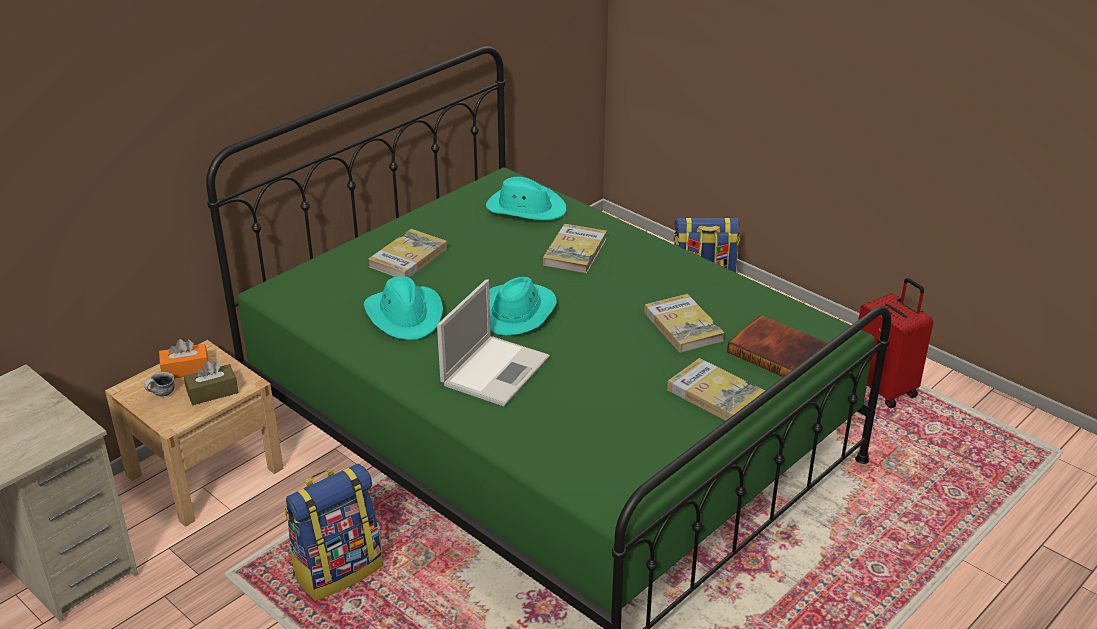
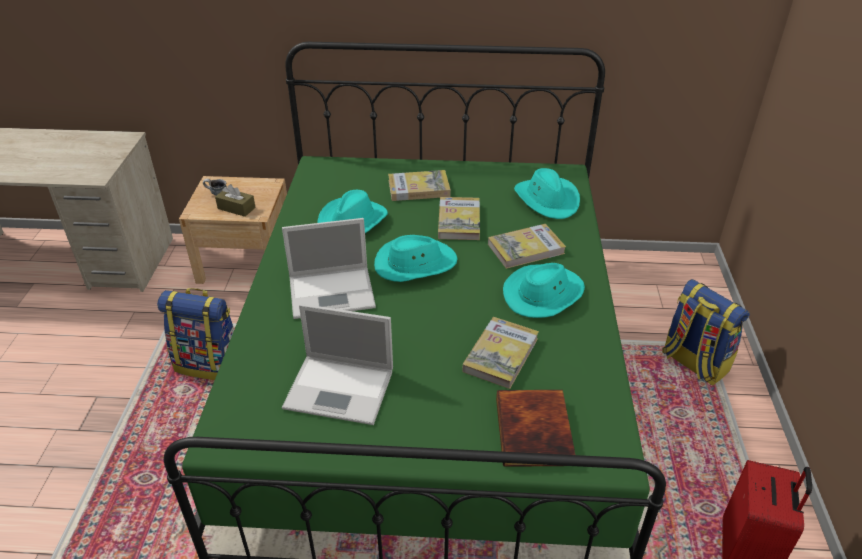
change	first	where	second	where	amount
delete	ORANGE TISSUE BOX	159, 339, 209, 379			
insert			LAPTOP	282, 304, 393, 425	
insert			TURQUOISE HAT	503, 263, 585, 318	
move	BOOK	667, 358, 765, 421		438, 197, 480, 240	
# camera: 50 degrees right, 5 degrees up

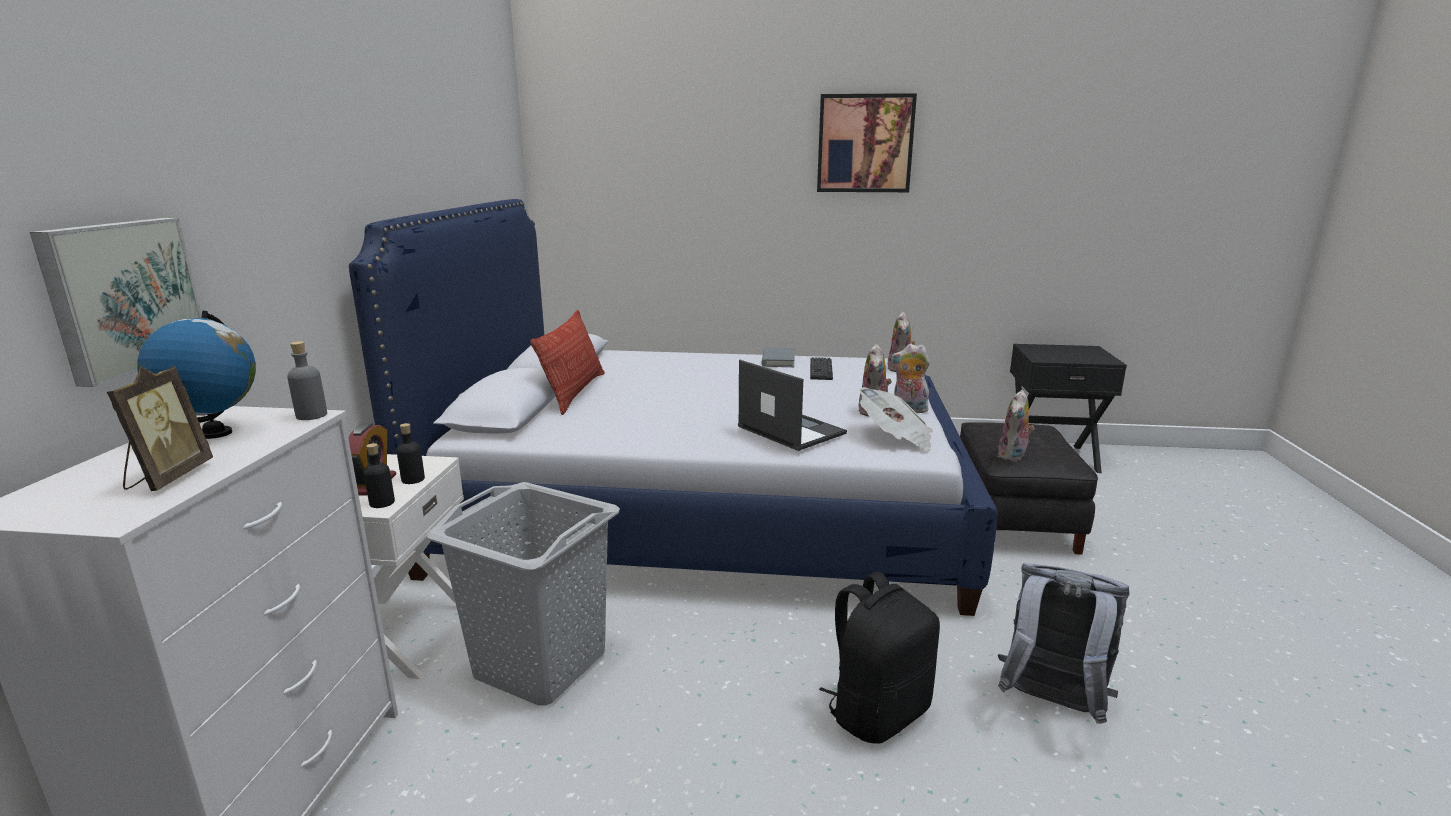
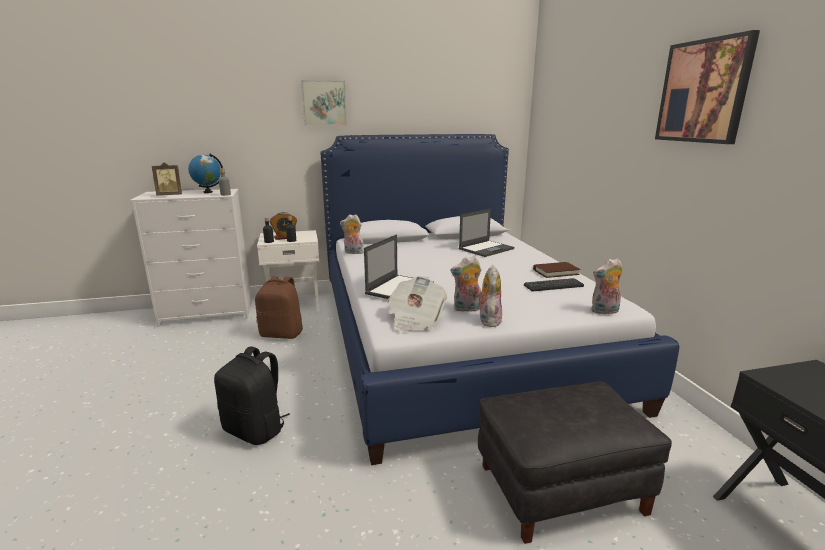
change	first	where	second	where	amount
delete	PILLOW	530, 310, 605, 415			
delete	GREY BACKPACK	998, 563, 1129, 724			
insert			LAPTOP	459, 209, 514, 257	
move	PICTURE	30, 218, 202, 387		301, 80, 347, 126	
move	PLUSH TOY	998, 390, 1035, 462		340, 214, 364, 254	
replace	GREY LAUNDRY BASKET	426, 482, 620, 706	BROWN BACKPACK	255, 276, 303, 339	
recolor	GREY BOOK	762, 347, 795, 367	BROWN BOOK	533, 262, 580, 278	
# camera: 70 degrees right, 0 degrees up

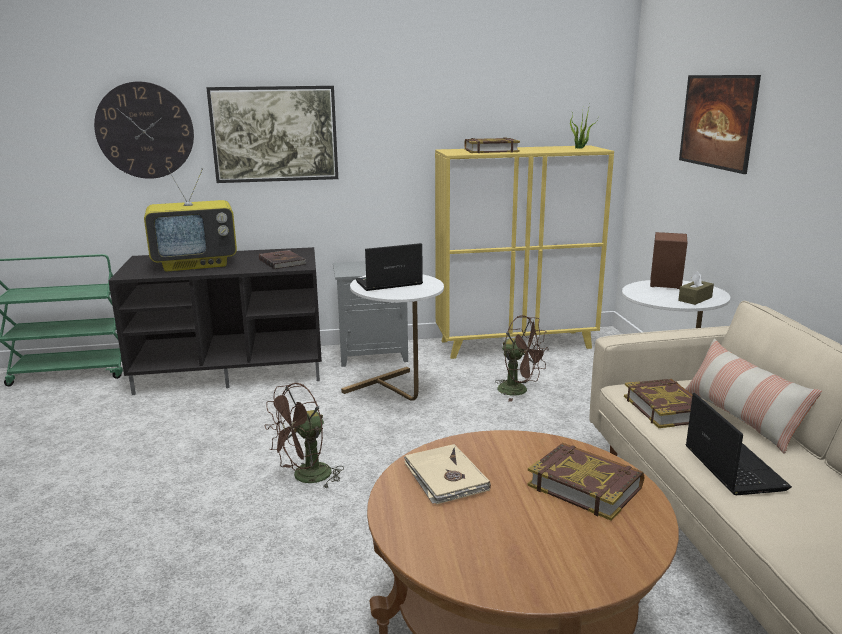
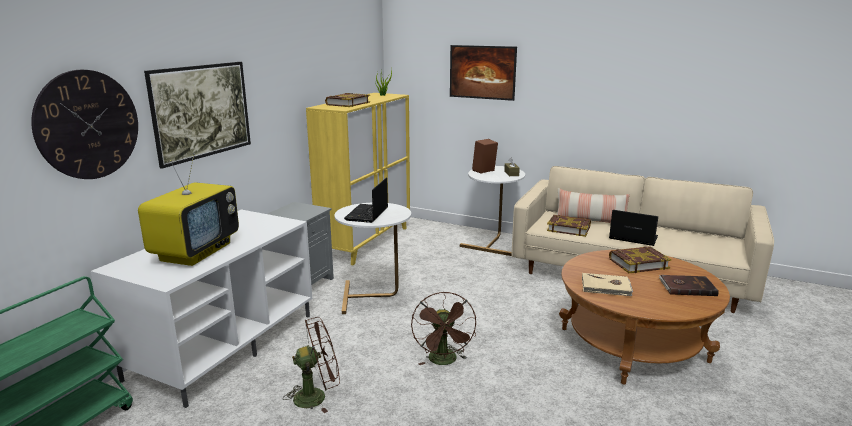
change	first	where	second	where	amount
move	BROWN BOOK	259, 250, 305, 269		659, 275, 719, 296	
move	BROWN FAN	495, 315, 549, 402		283, 317, 340, 413	
recolor	BLACK TV STAND	109, 247, 322, 395	WHITE TV STAND	91, 209, 312, 408	
# camera: 55 degrees left, 0 degrees up

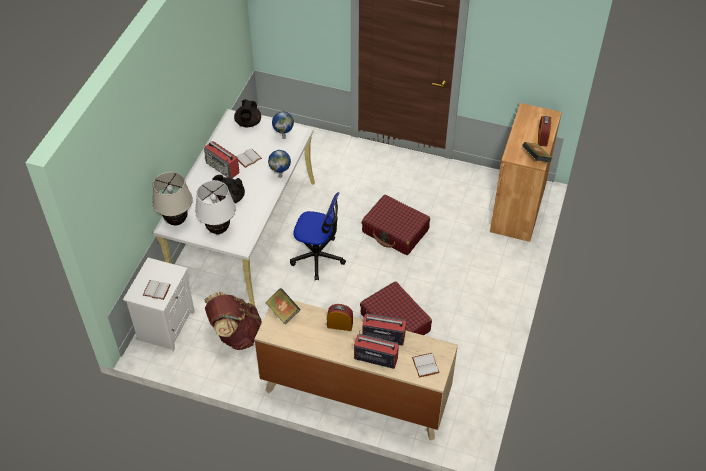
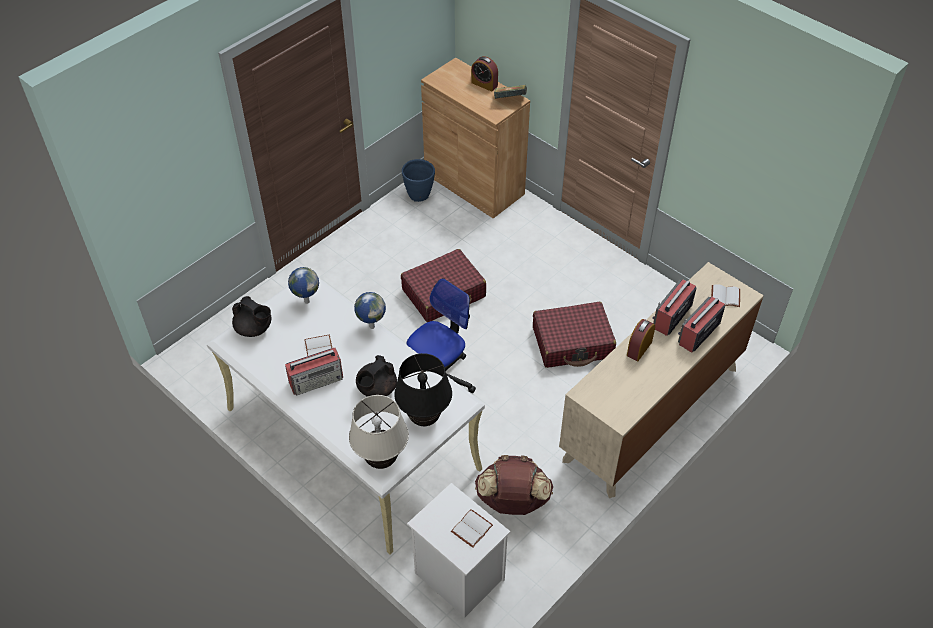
change	first	where	second	where	amount
delete	BOOK	265, 288, 301, 324			
insert			BLUE PLANTER	402, 159, 435, 202	
recolor	WHITE TABLE LAMP	195, 180, 236, 234	BLACK TABLE LAMP	394, 353, 452, 426	
# camera: 65 degrees left, 0 degrees up

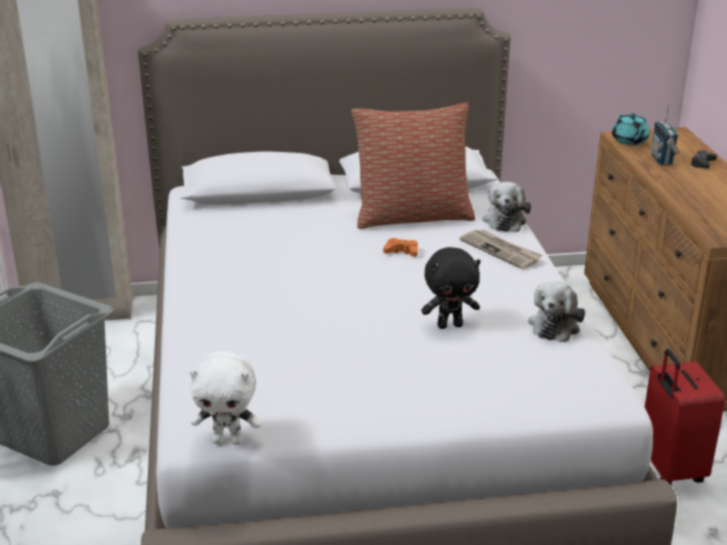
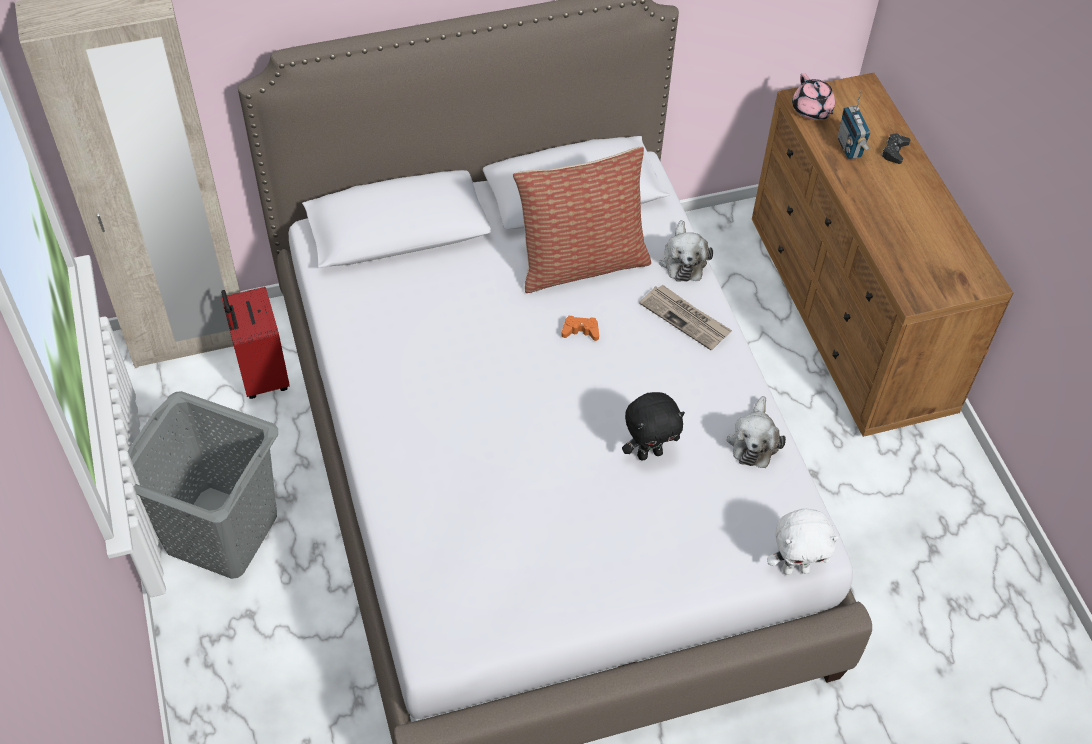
change	first	where	second	where	amount
move	WHITE PLUSH TOY	189, 351, 261, 445		767, 508, 839, 575	
move	RED SUITCASE	645, 349, 725, 485		221, 287, 290, 399	
recolor	TURQUOISE TEAPOT	612, 113, 650, 145	PINK TEAPOT	792, 73, 835, 119	
# camera: 10 degrees left, 25 degrees up

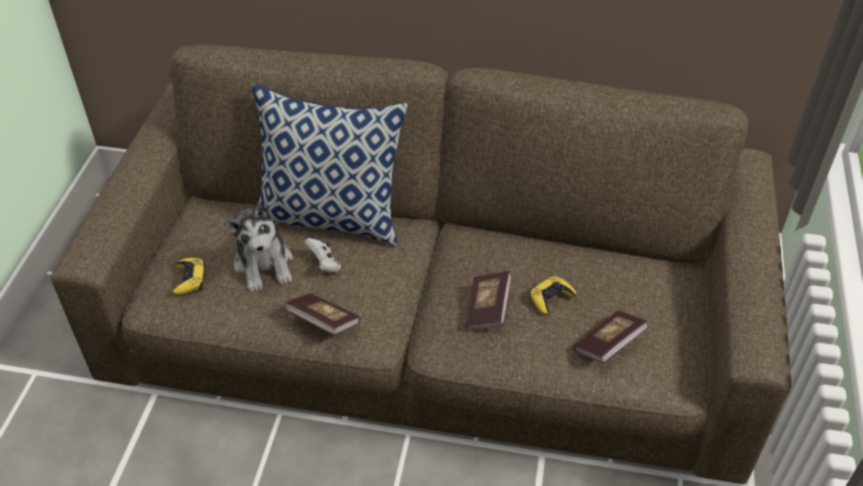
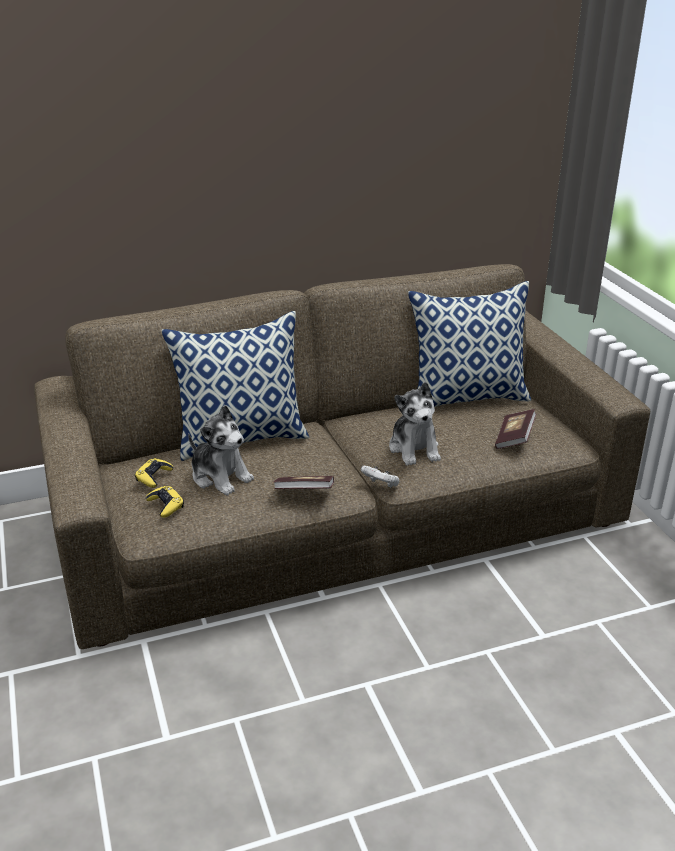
change	first	where	second	where	amount
insert			PILLOW	408, 281, 531, 407	
move	WHITE GAME CONTROLLER	304, 238, 341, 273		361, 465, 399, 488	
move	YELLOW GAME CONTROLLER	530, 276, 576, 315		135, 458, 173, 488	
replace	BOOK	465, 271, 512, 331	PLUSH TOY	389, 382, 441, 466	
# camera: 30 degrees left, 15 degrees down

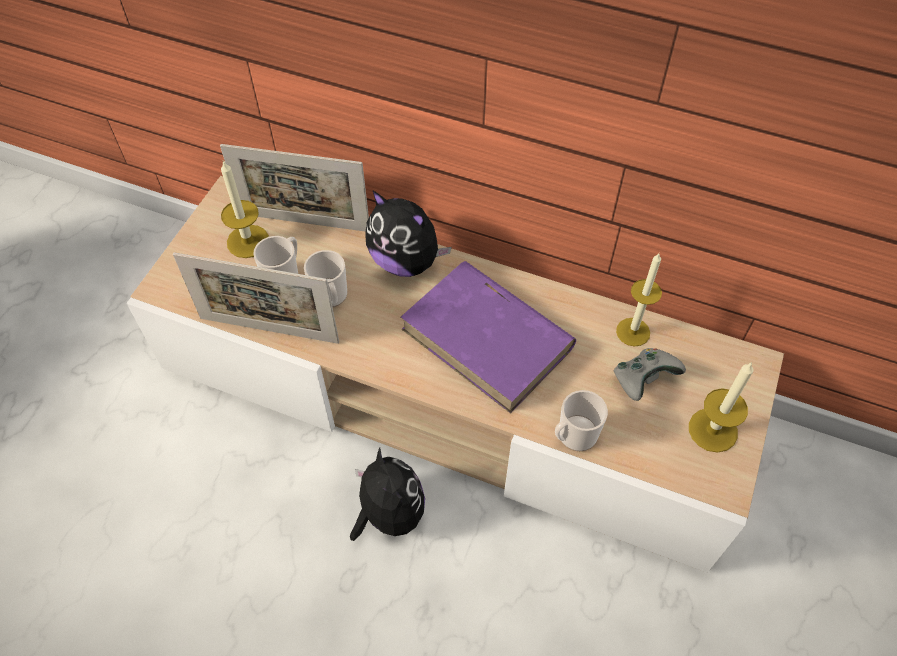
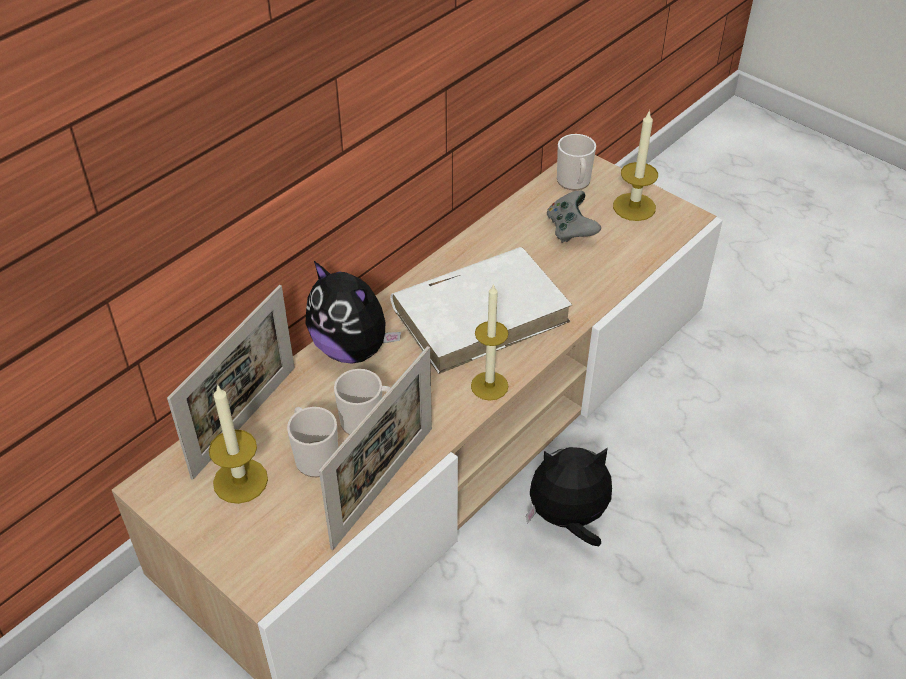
change	first	where	second	where	amount
move	MUG	555, 390, 608, 451		557, 134, 596, 191	
move	CANDLE	616, 253, 662, 347		471, 284, 509, 401	
recolor	PURPLE BOOK	401, 261, 576, 414	WHITE BOOK	390, 247, 572, 374	
rotate	PLUSH TOY	365, 190, 452, 277		305, 261, 401, 364	75 degrees clockwise
# camera: 70 degrees left, 10 degrees down

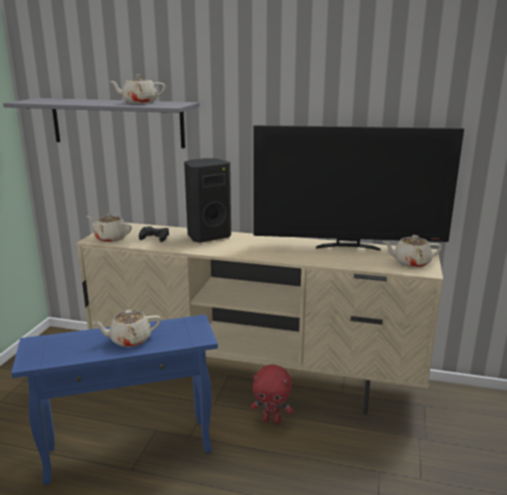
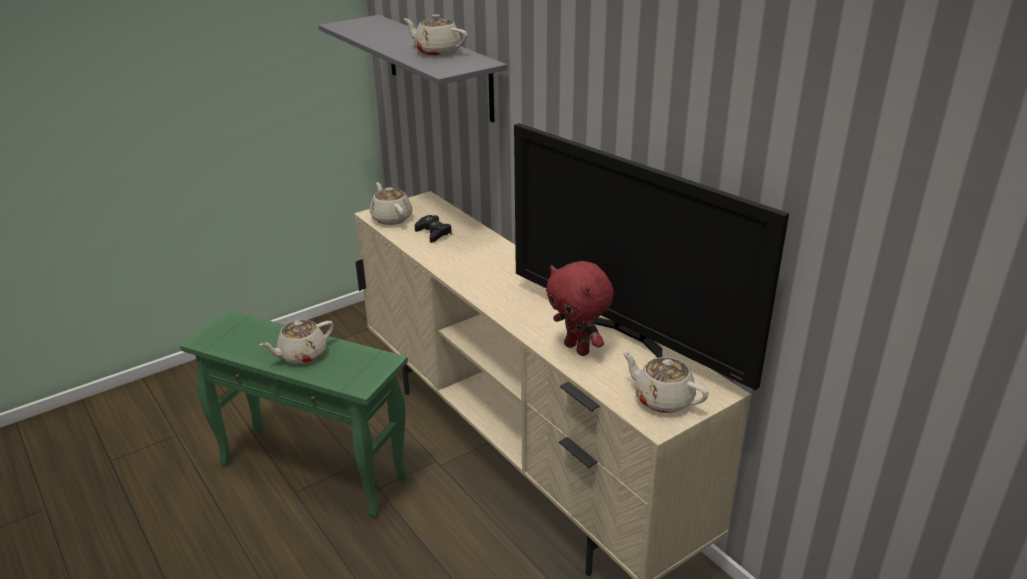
change	first	where	second	where	amount
delete	BLACK SPEAKER	184, 158, 231, 243			
move	RED PLUSH TOY	251, 364, 293, 424		546, 261, 614, 356	
recolor	BLUE SIDE TABLE	11, 314, 218, 485	GREEN SIDE TABLE	180, 310, 408, 518	
rotate	BEIGE TEAPOT	92, 310, 161, 347		259, 320, 334, 364	60 degrees counterclockwise
# camera: 40 degrees right, 10 degrees up

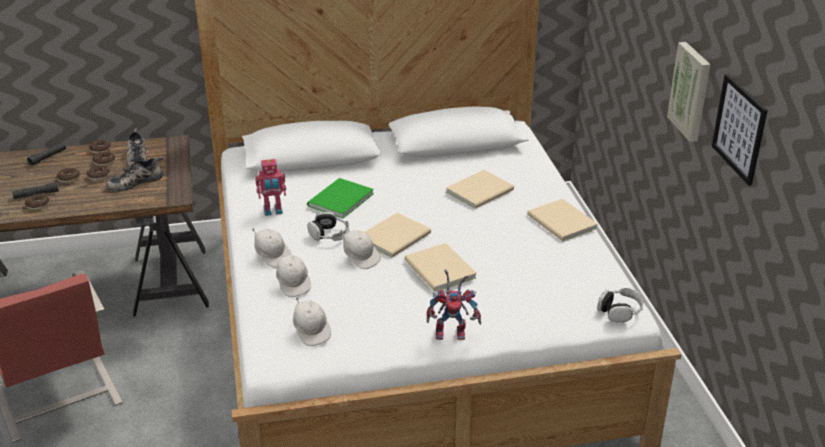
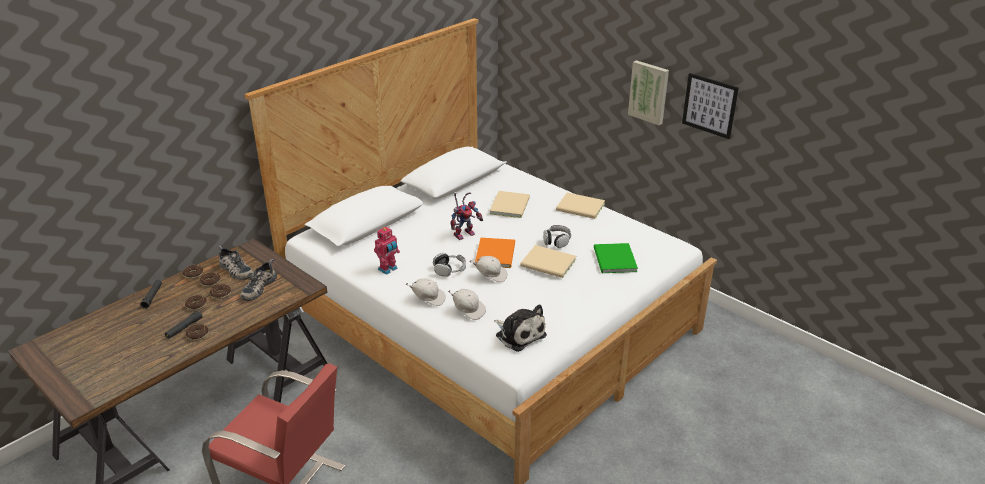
change	first	where	second	where	amount
move	GREEN BOOK	307, 178, 374, 219		594, 243, 638, 273	
move	TOY ROBOT	427, 269, 481, 340		450, 192, 483, 240	
move	HEADPHONES	597, 288, 644, 322		543, 225, 571, 248	
replace	WHITE CAP	293, 297, 331, 346	PLUSH TOY	494, 305, 547, 352	
recolor	BEIGE BOOK	365, 213, 431, 258	ORANGE BOOK	475, 238, 515, 268	
# camera: 35 degrees left, 0 degrees up

